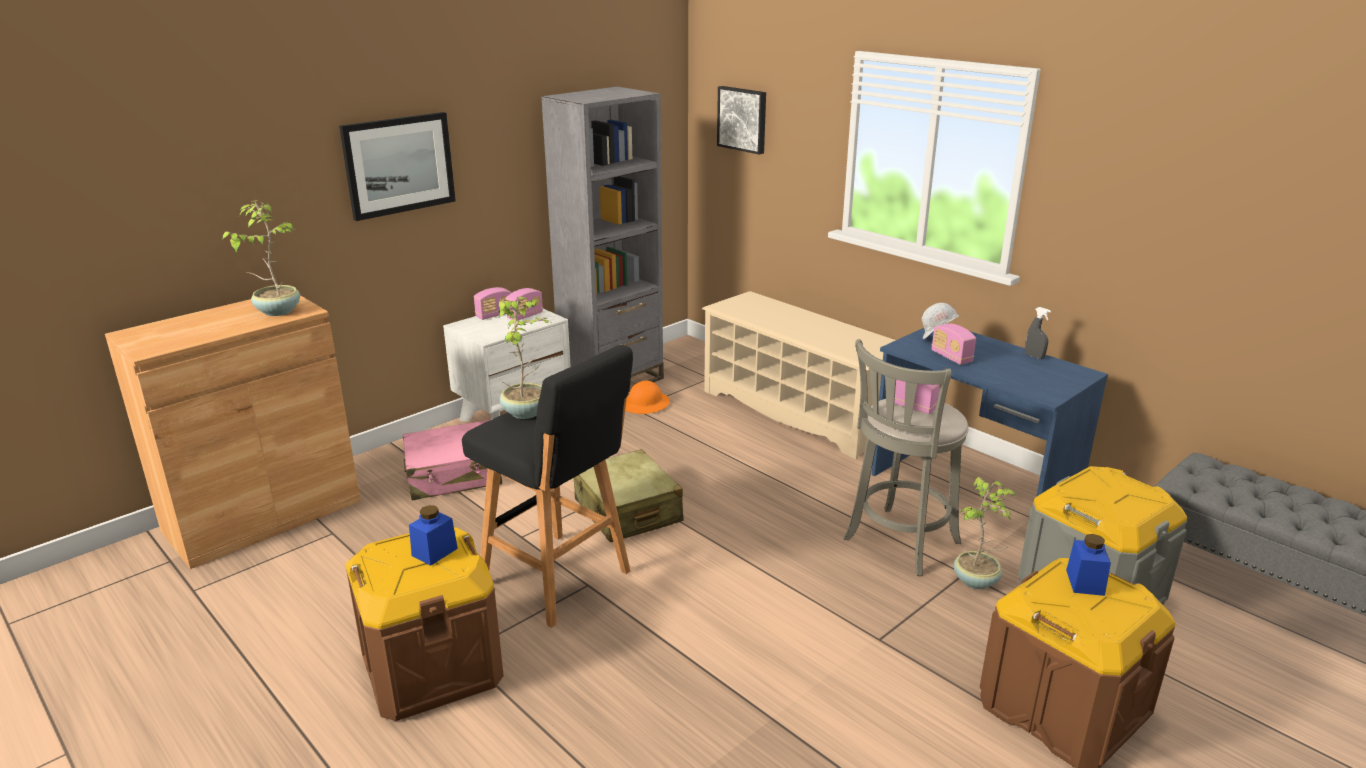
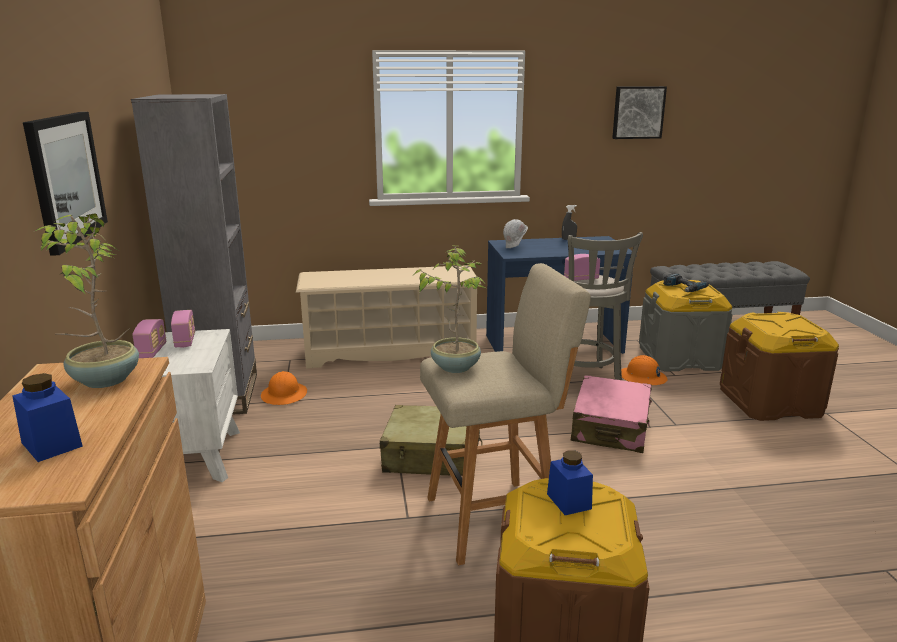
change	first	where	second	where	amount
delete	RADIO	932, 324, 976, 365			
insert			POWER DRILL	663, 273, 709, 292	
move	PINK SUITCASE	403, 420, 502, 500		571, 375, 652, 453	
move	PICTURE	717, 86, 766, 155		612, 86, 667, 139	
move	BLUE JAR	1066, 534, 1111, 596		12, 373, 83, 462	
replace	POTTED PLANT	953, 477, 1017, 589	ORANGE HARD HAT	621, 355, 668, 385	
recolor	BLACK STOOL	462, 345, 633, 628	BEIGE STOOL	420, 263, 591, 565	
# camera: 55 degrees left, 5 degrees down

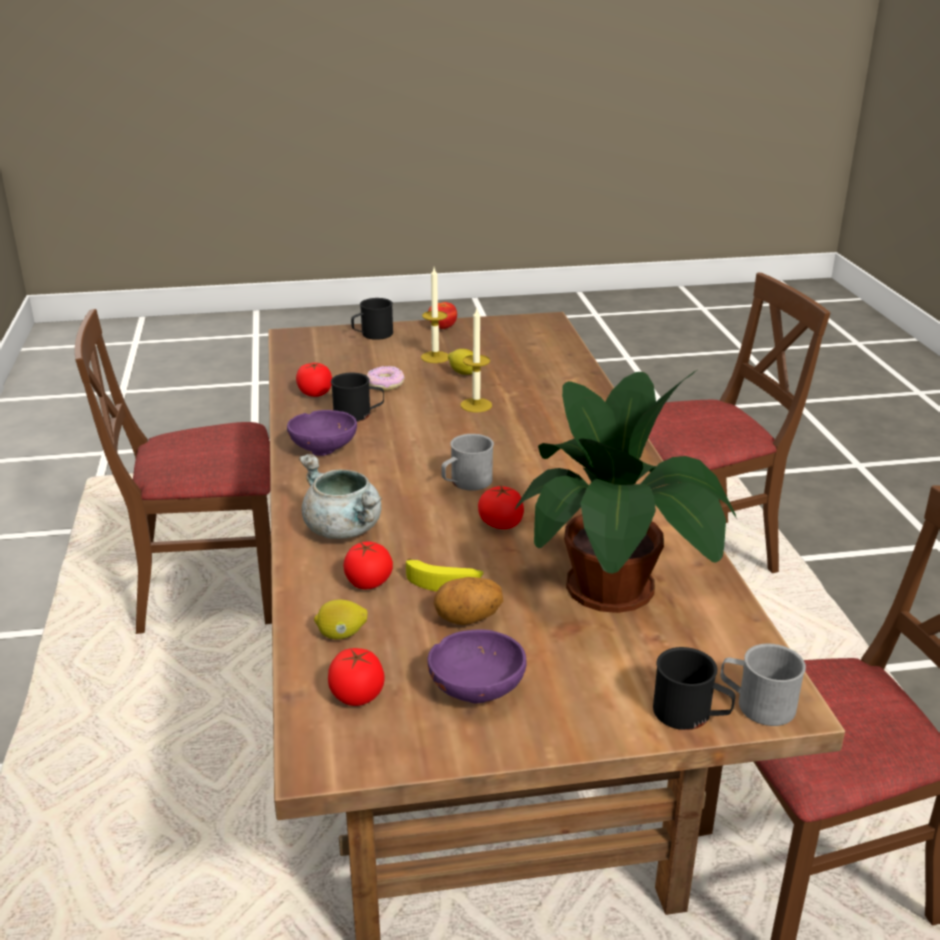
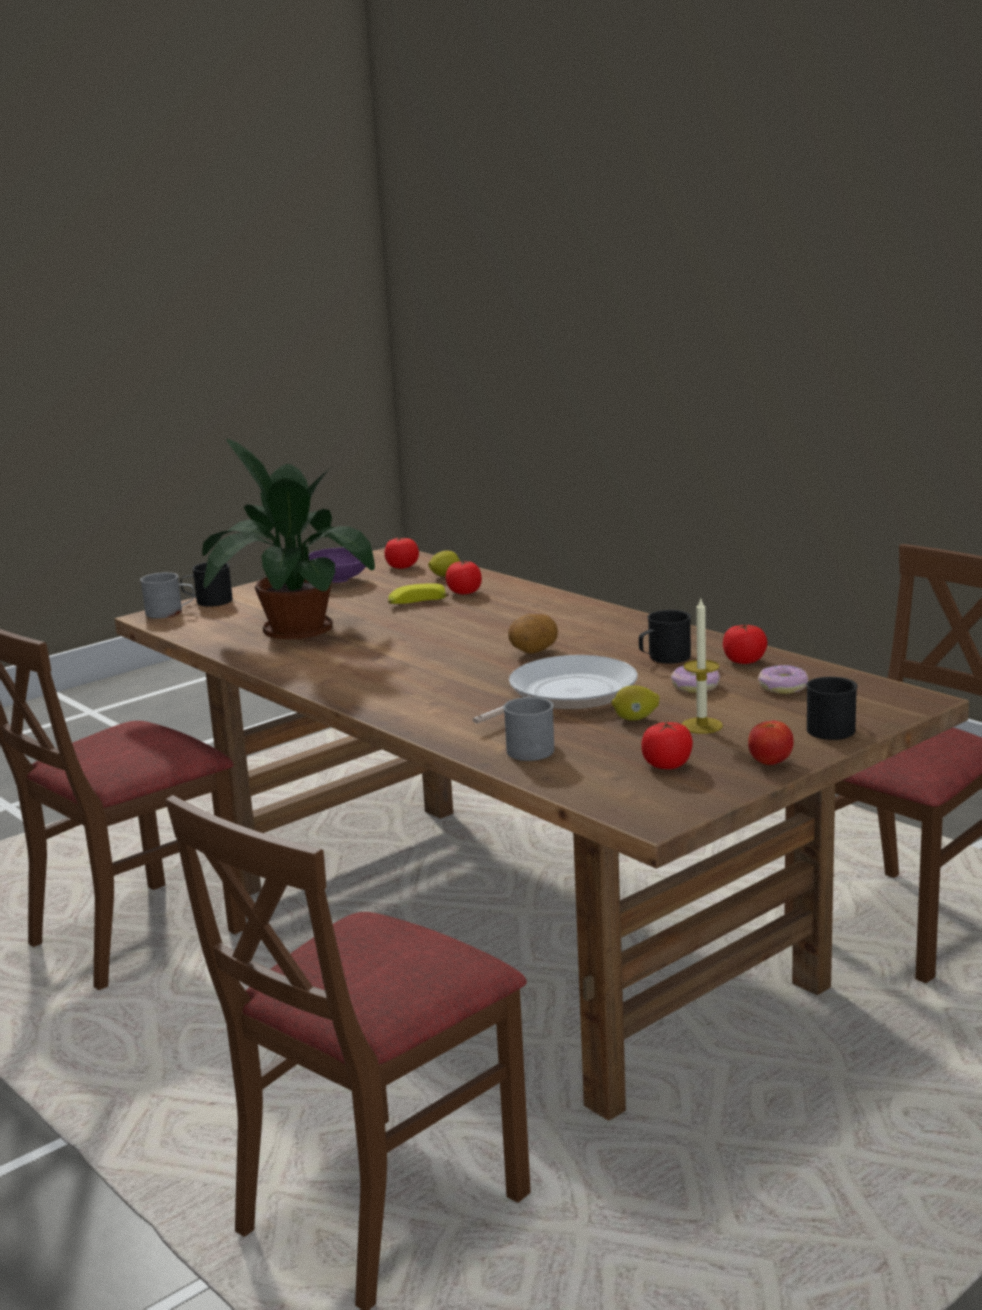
change	first	where	second	where	amount
delete	PURPLE BOWL	287, 410, 357, 456			
delete	GREY COOKING POT	299, 454, 382, 539			
insert			DONUT	758, 665, 808, 694	
move	POTATO	433, 577, 503, 625		508, 614, 558, 654	
move	GREY MUG	441, 434, 494, 491		503, 697, 554, 761	
move	TOMATO	478, 485, 524, 529		641, 722, 693, 769	
replace	CANDLE	461, 309, 492, 412	FRYING PAN	473, 655, 638, 723	
# camera: 150 degrees right, 10 degrees down

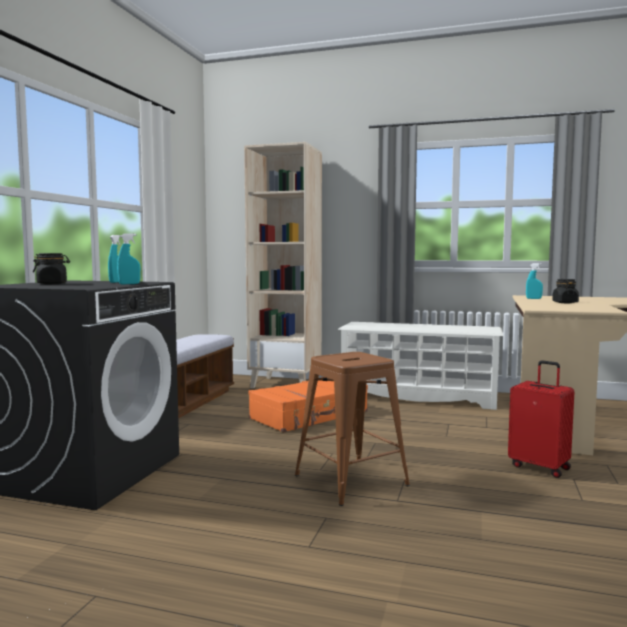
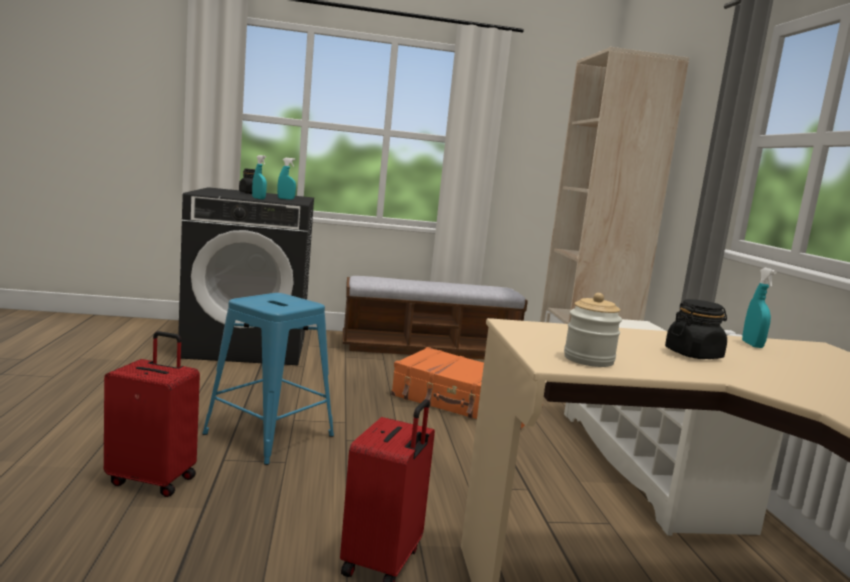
change	first	where	second	where	amount
insert			RED SUITCASE	104, 331, 200, 497	
insert			JAR	564, 293, 622, 367	
recolor	BROWN STOOL	295, 352, 410, 506	BLUE STOOL	202, 293, 334, 465	
# camera: 65 degrees right, 5 degrees up

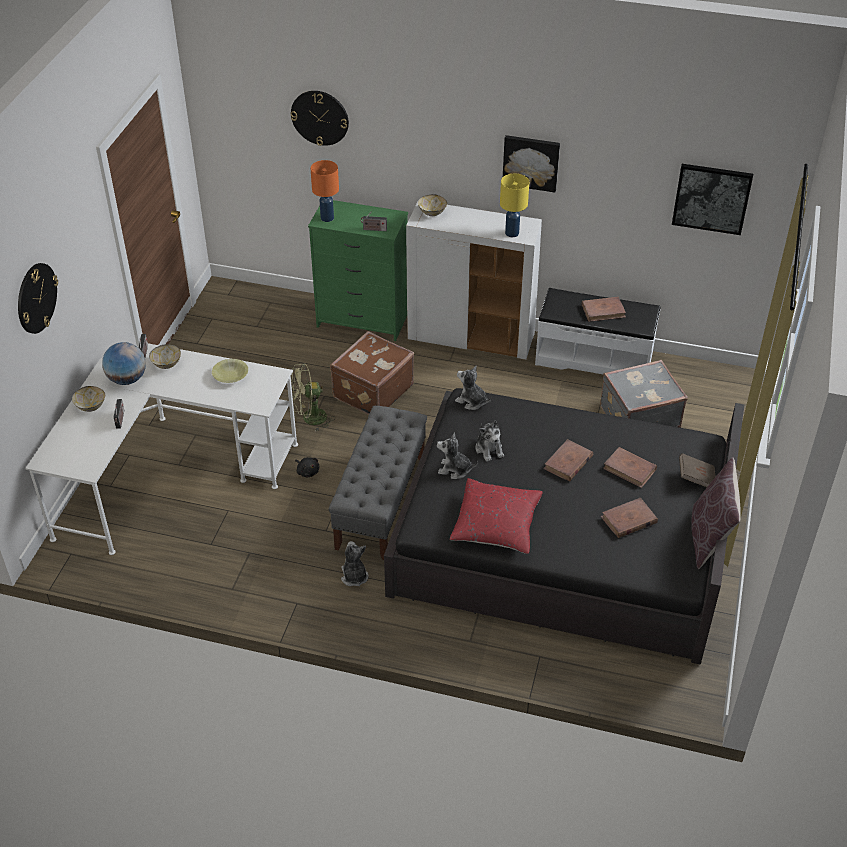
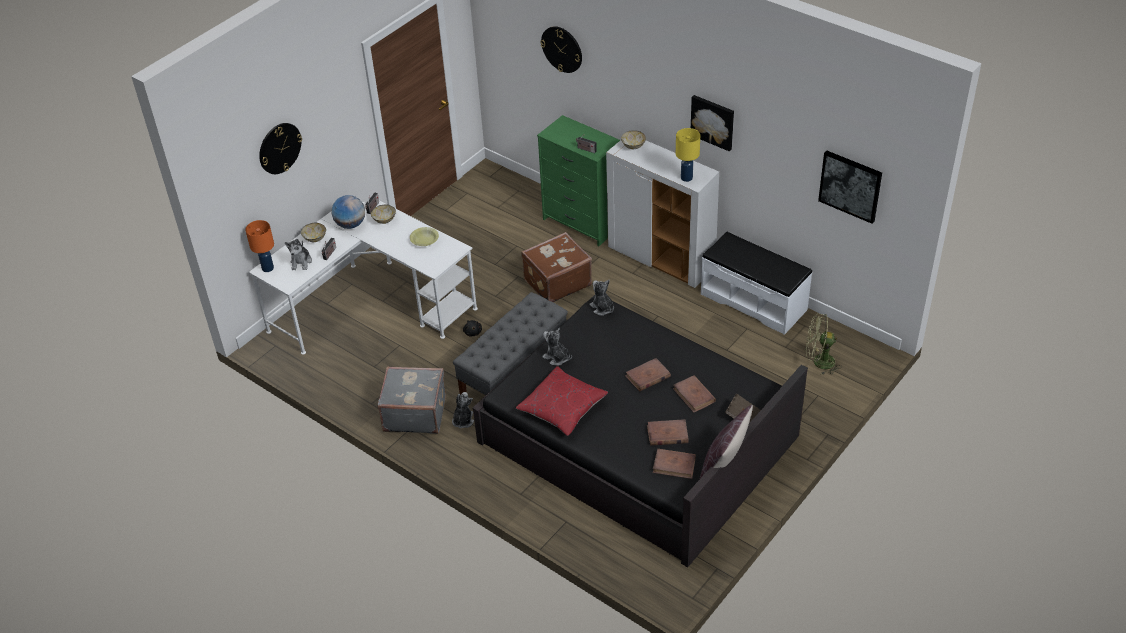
change	first	where	second	where	amount
move	GREEN FAN	291, 364, 334, 431		806, 314, 842, 375	
move	ORANGE TABLE LAMP	310, 160, 339, 222		245, 220, 274, 272	
move	PLUSH TOY	476, 421, 504, 462		285, 239, 312, 270	
move	BROWN BOOK	582, 297, 626, 322		653, 449, 696, 479	
move	GREY SUITCASE	600, 360, 688, 428		377, 366, 446, 434	
# camera: 25 degrees right, 0 degrees up

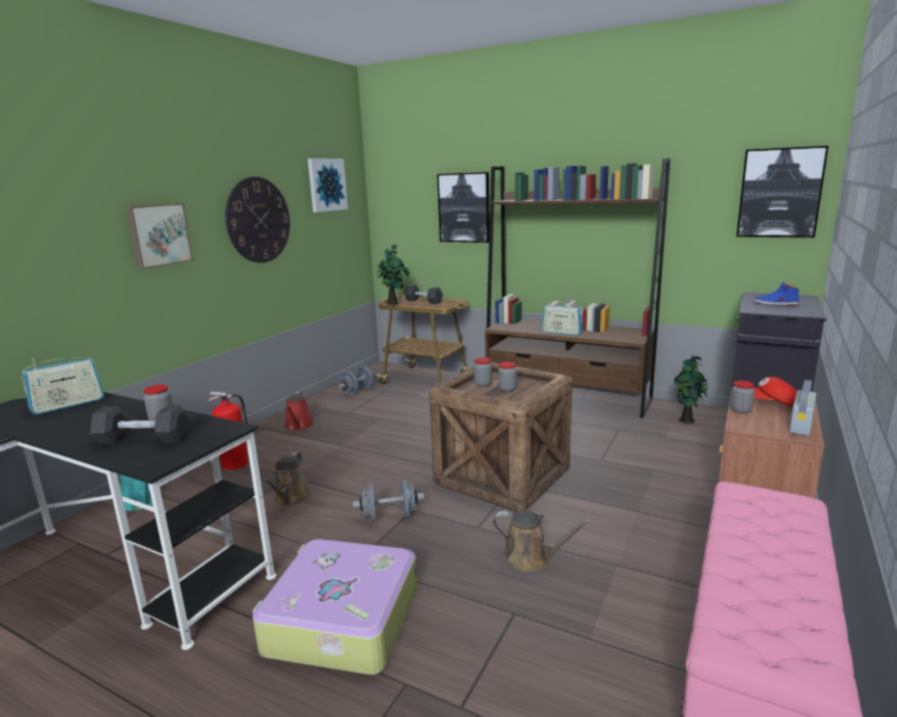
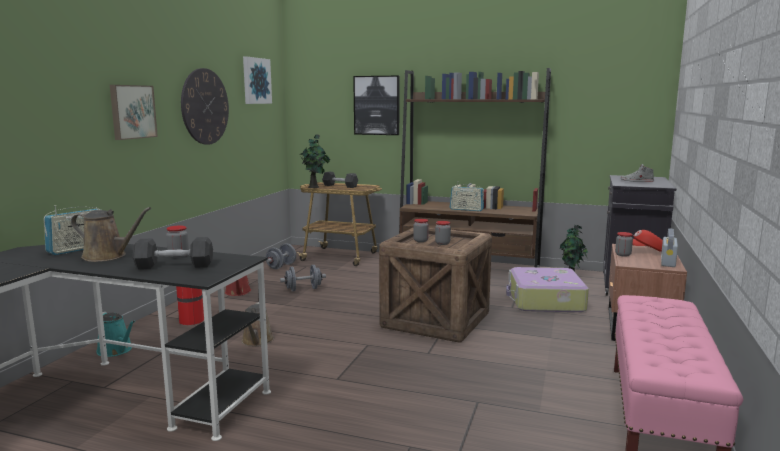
change	first	where	second	where	amount
delete	PICTURE	736, 146, 828, 238			
move	SUITCASE	253, 539, 418, 675		506, 267, 589, 312	
move	GREY DUMBBELL	353, 479, 424, 522		280, 265, 326, 292	
move	BROWN WATERING CAN	493, 510, 593, 572		71, 207, 151, 262	
recolor	BLUE SHOE	753, 282, 799, 305	GREY SHOE	620, 164, 654, 182	
# camera: 10 degrees left, 5 degrees down

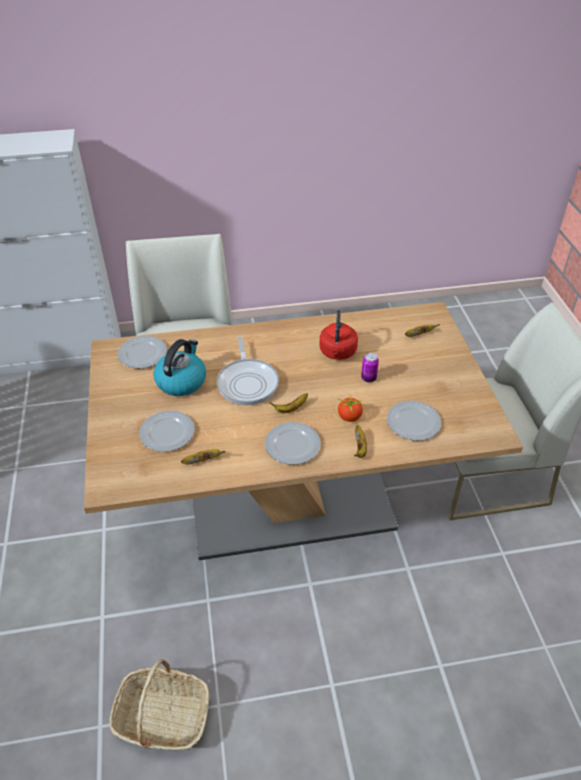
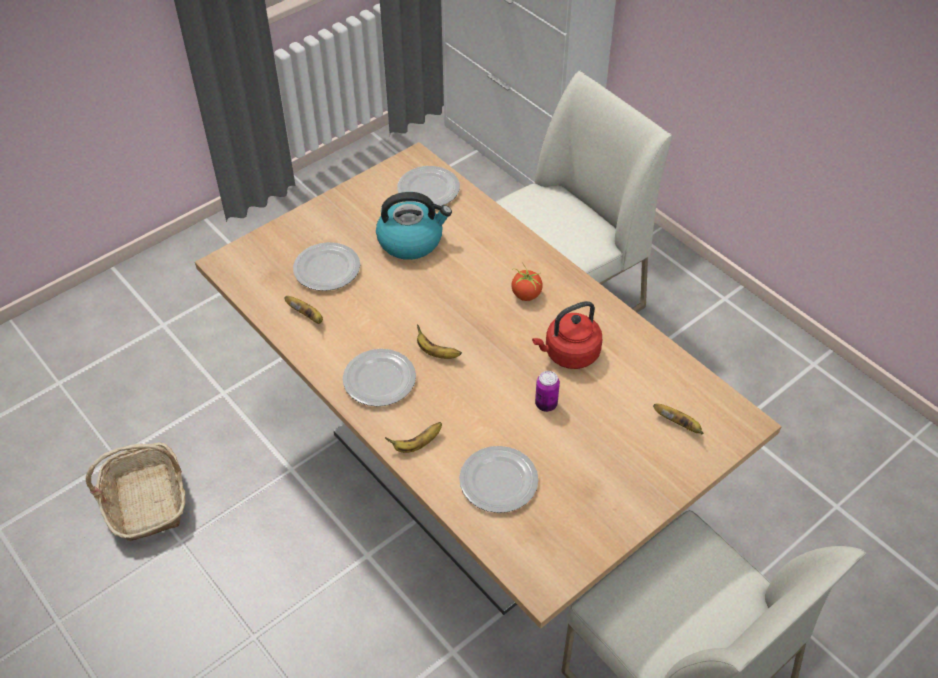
change	first	where	second	where	amount
delete	FRYING PAN	217, 337, 279, 405			
move	TOMATO	337, 396, 363, 422		511, 262, 543, 301	
# camera: 60 degrees right, 5 degrees up

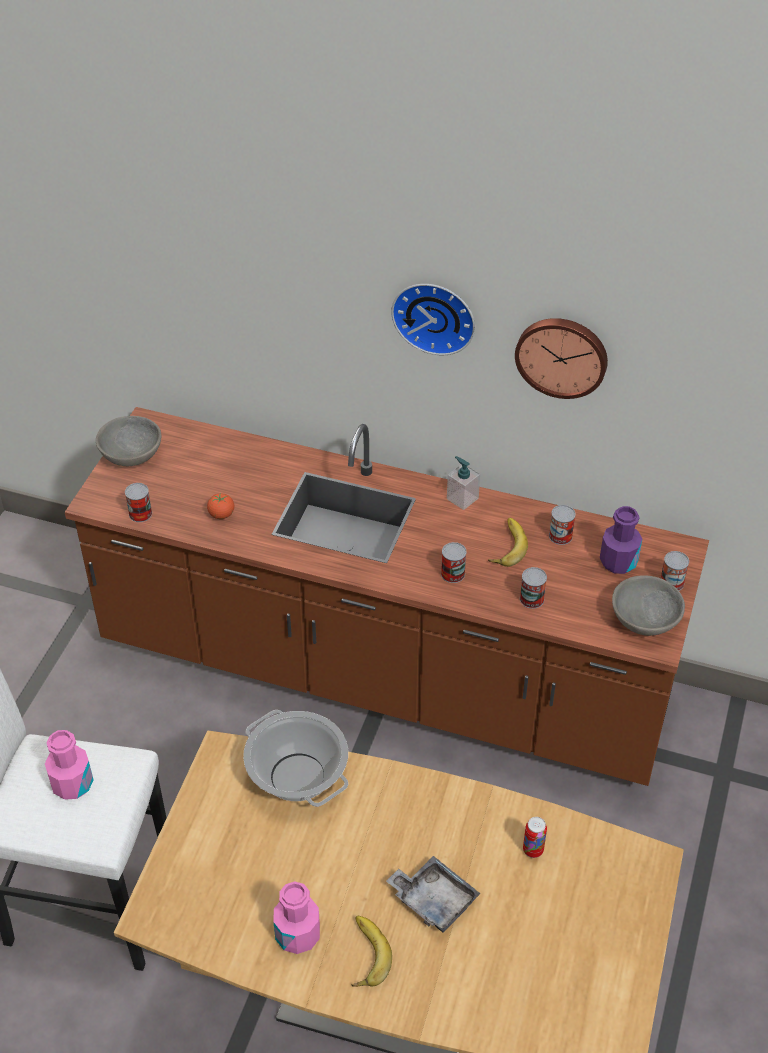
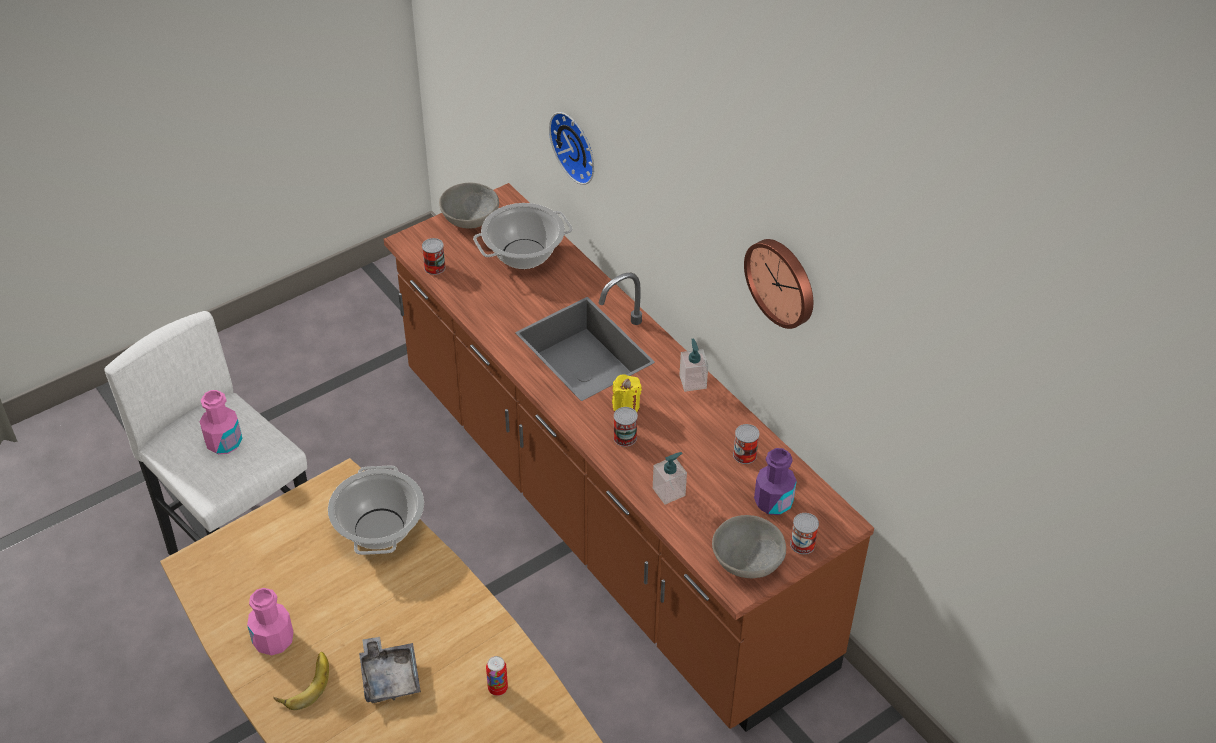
change	first	where	second	where	amount
delete	TOMATO	207, 493, 234, 519			
delete	BANANA	488, 518, 528, 567			
insert			COOKING POT	473, 203, 573, 269	
insert			YELLOW CANDLE	612, 374, 642, 412	
move	WALL CLOCK	391, 284, 475, 355		549, 112, 594, 185	
replace	CAN	520, 567, 547, 609	SOAP DISPENSER	653, 452, 687, 505	
# camera: 35 degrees right, 0 degrees up

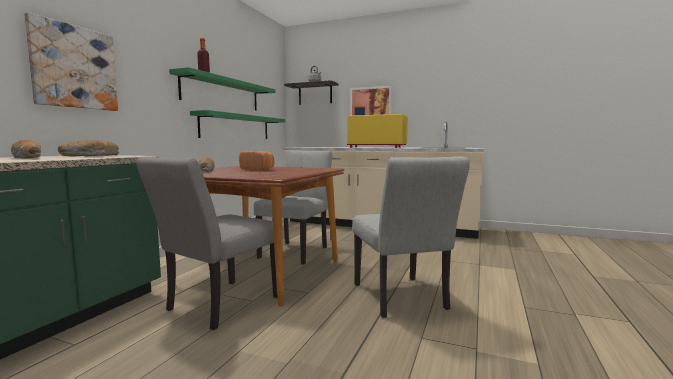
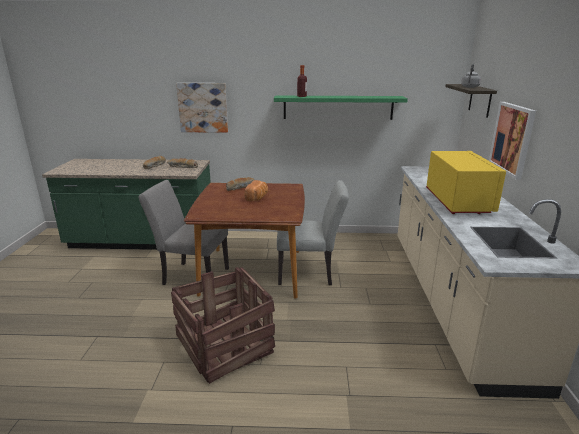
change	first	where	second	where	amount
delete	GREEN SHELF	190, 110, 285, 139			
replace	GREY CHAIR	352, 156, 470, 318	CRATE	171, 267, 275, 384	
# camera: 70 degrees right, 15 degrees up

